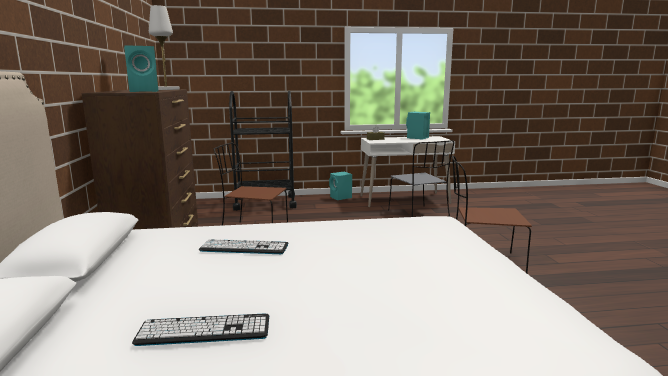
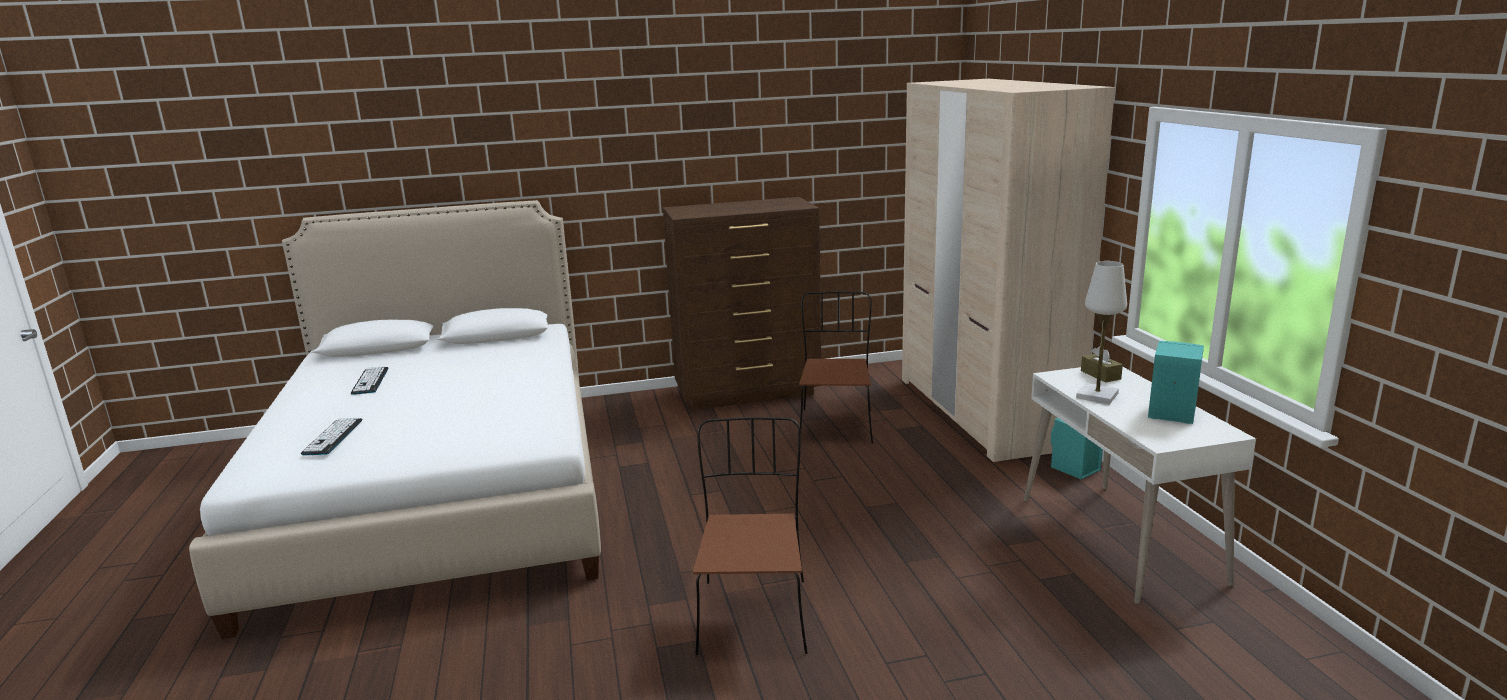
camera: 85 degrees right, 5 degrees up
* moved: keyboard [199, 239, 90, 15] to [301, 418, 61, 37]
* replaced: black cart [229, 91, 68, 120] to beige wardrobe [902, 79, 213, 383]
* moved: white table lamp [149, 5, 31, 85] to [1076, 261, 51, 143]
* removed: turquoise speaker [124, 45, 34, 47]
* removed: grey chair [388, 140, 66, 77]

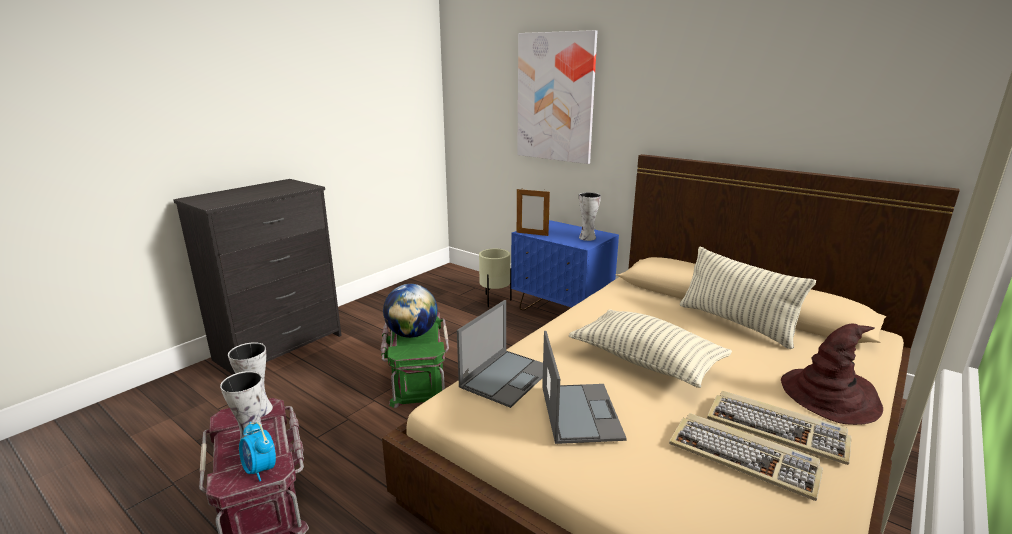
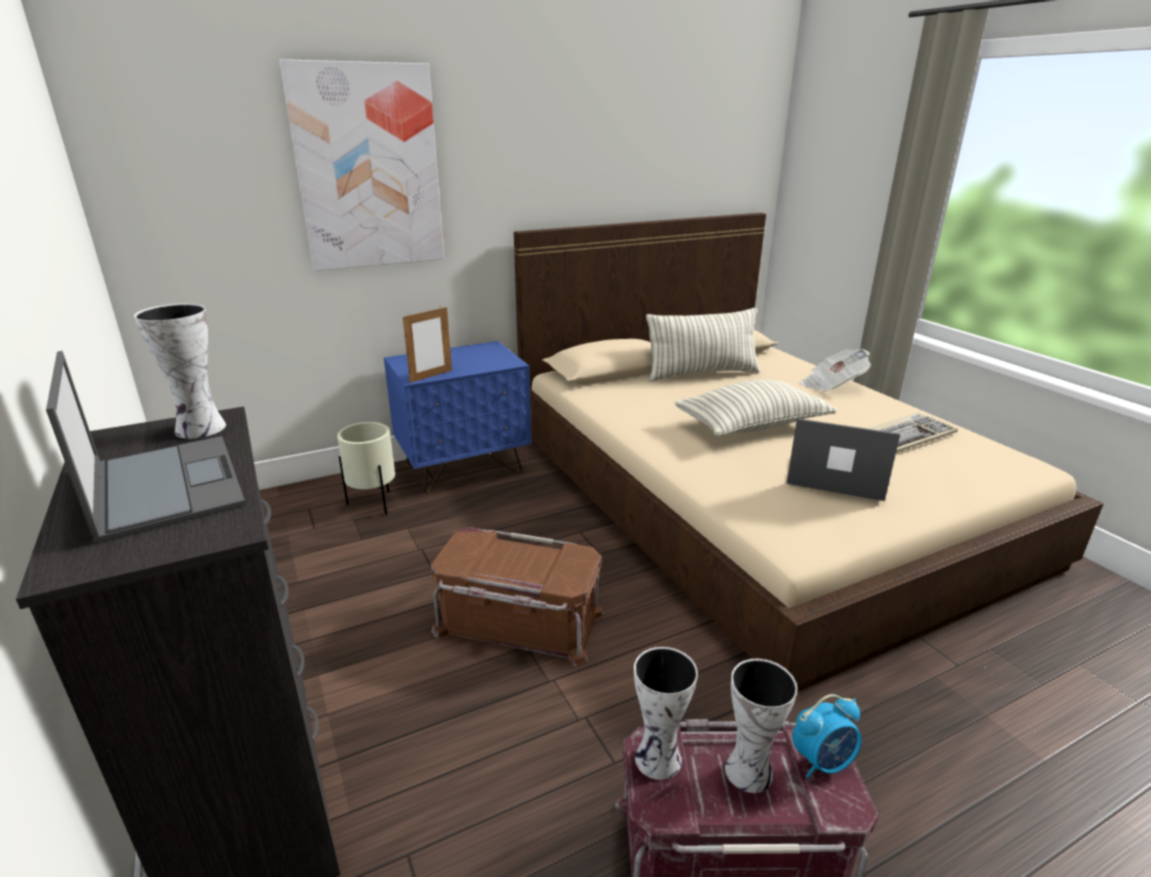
camera: 65 degrees left, 5 degrees up
* moved: laptop [457, 300, 86, 108] to [46, 351, 200, 192]
* moved: vase [579, 192, 22, 49] to [134, 303, 92, 136]
* recoloured: green storage box [381, 312, 68, 96] to brown storage box [431, 527, 173, 139]
* replaced: brown hat [781, 323, 102, 102] to newspaper [800, 349, 71, 43]
* removed: globe [383, 284, 55, 54]
* removed: keyboard [707, 391, 144, 74]

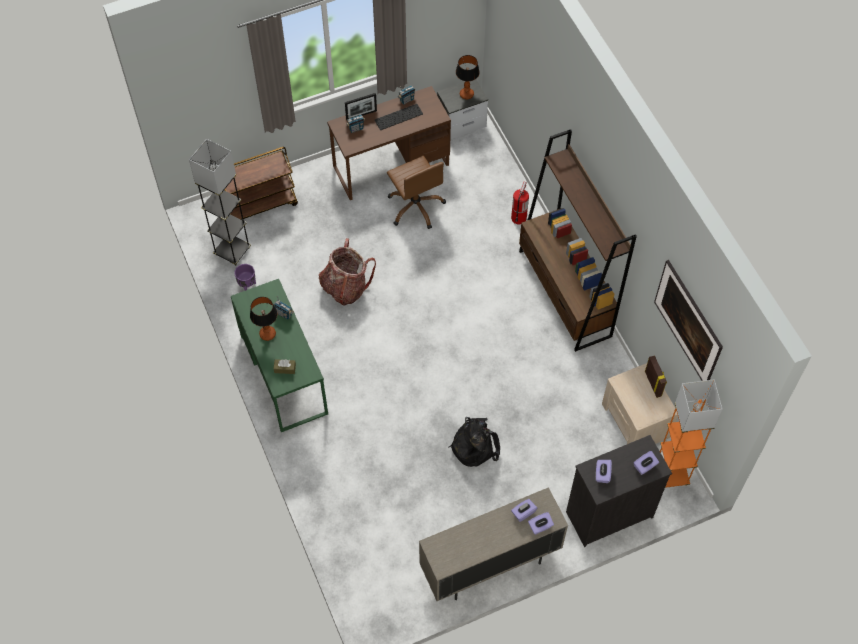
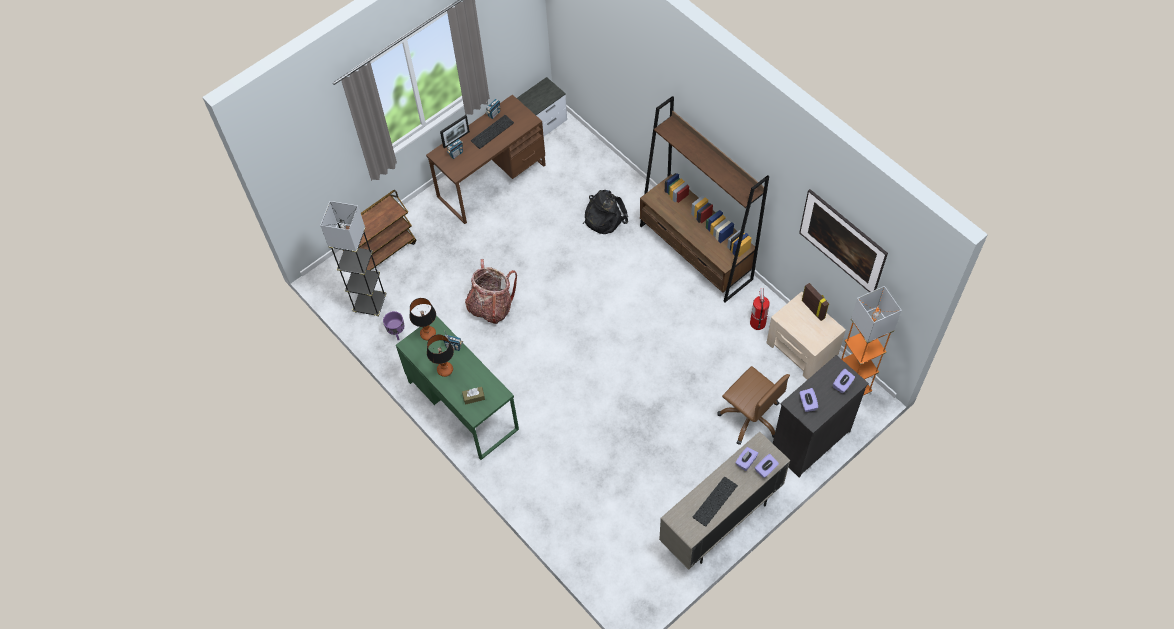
camera: 15 degrees left, 0 degrees up
* moved: table lamp [456, 55, 24, 44] to [409, 298, 27, 42]
* moved: black backpack [448, 417, 52, 50] to [583, 190, 45, 44]
* added: keyboard [693, 477, 45, 50]
* moved: brown office chair [387, 156, 59, 73] to [717, 366, 73, 79]
* moved: fire extinguisher [511, 181, 18, 44] to [750, 289, 20, 41]

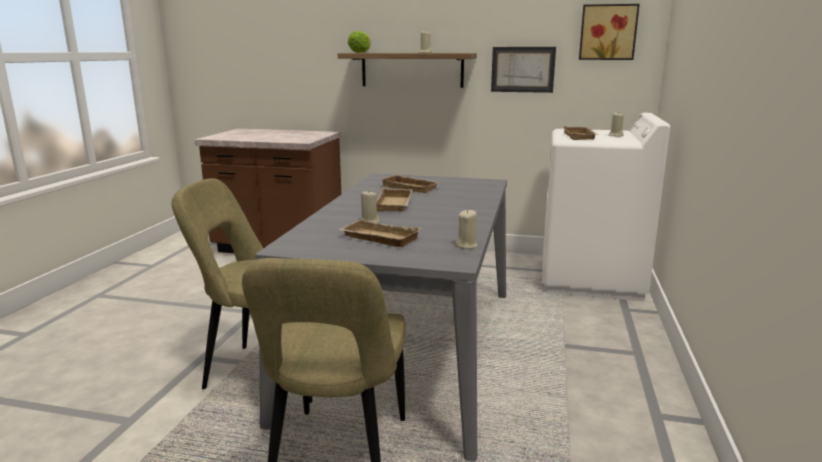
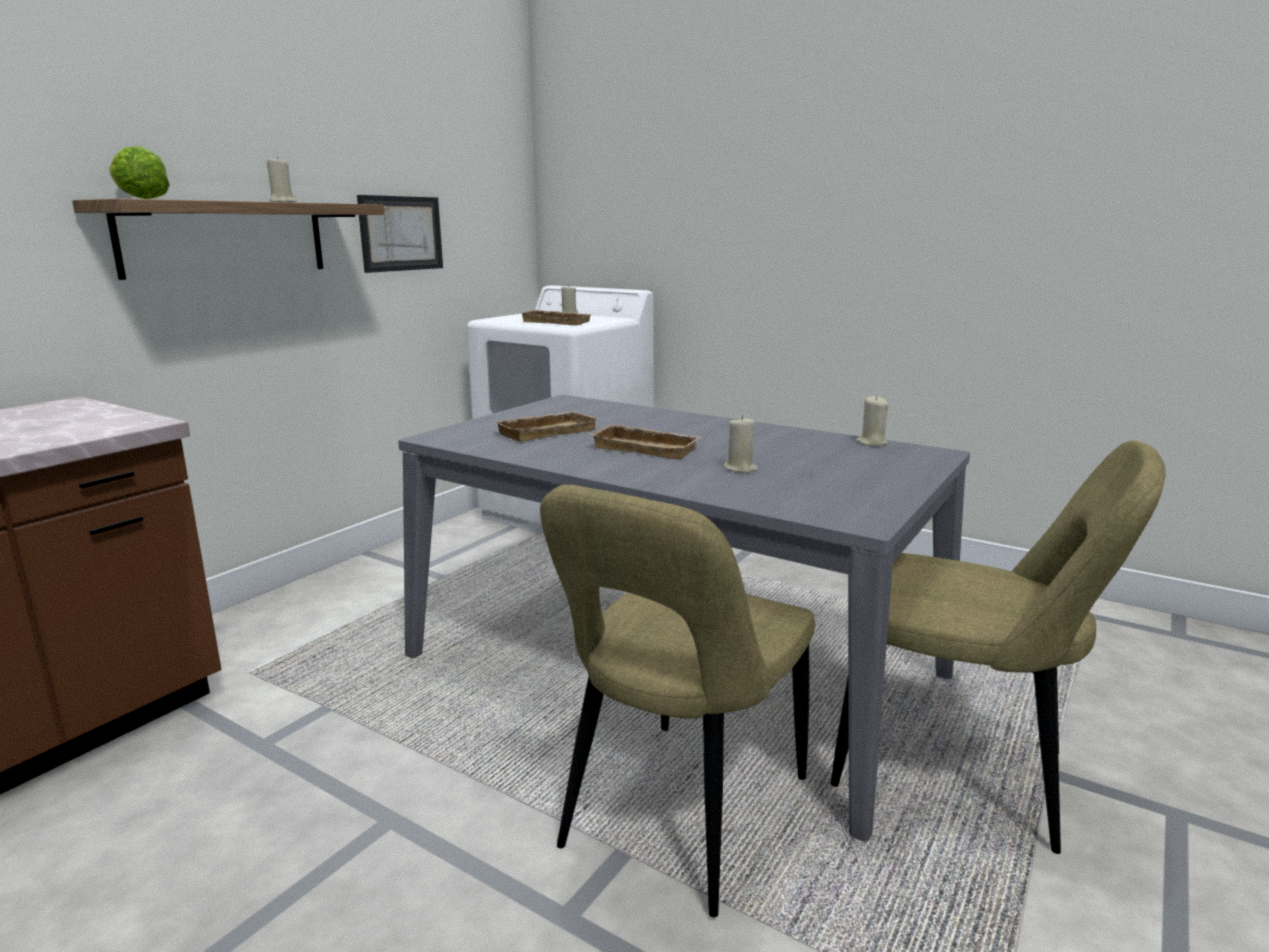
camera: 70 degrees left, 0 degrees up
* removed: beige tray [338, 219, 83, 28]
* removed: picture [579, 4, 61, 56]

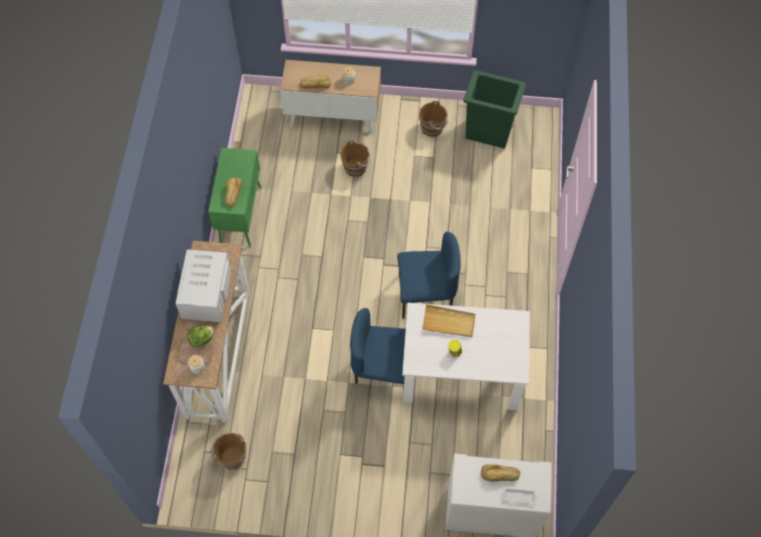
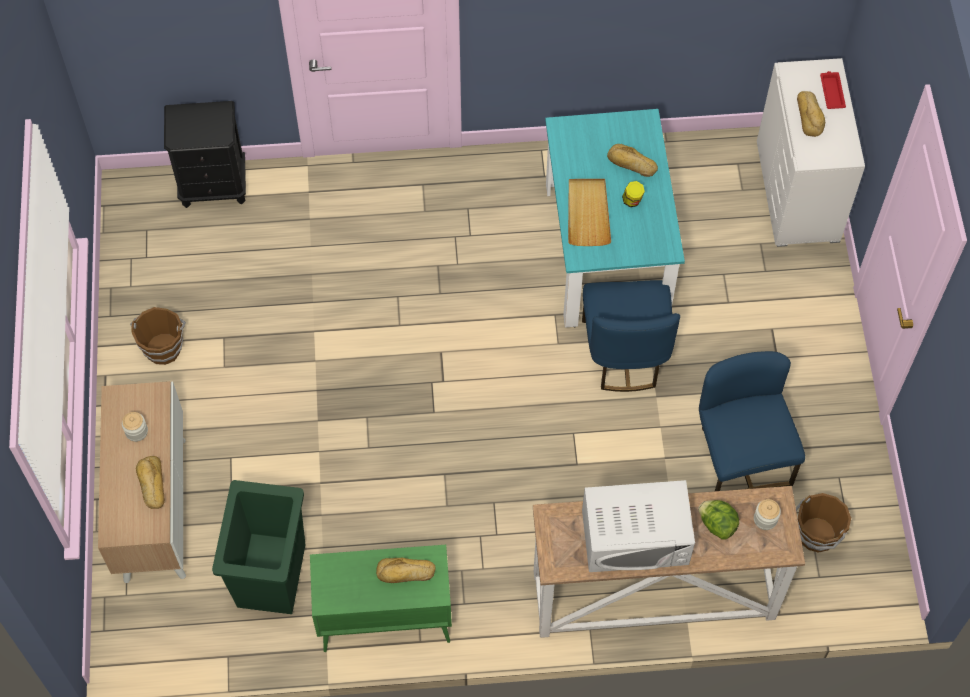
camera: 100 degrees left, 0 degrees up
* added: black nightstand [164, 101, 82, 107]
* moved: green trash can [463, 70, 63, 79] to [212, 480, 93, 134]
* recoloured: white dining table [402, 303, 128, 107] to turquoise dining table [545, 109, 140, 219]
* added: bread [607, 144, 51, 33]
* moved: blue chair [397, 232, 64, 87] to [699, 351, 106, 140]
* recoloured: white tray [503, 487, 35, 17] to red tray [820, 71, 26, 38]
* removed: brown bucket [340, 140, 30, 36]

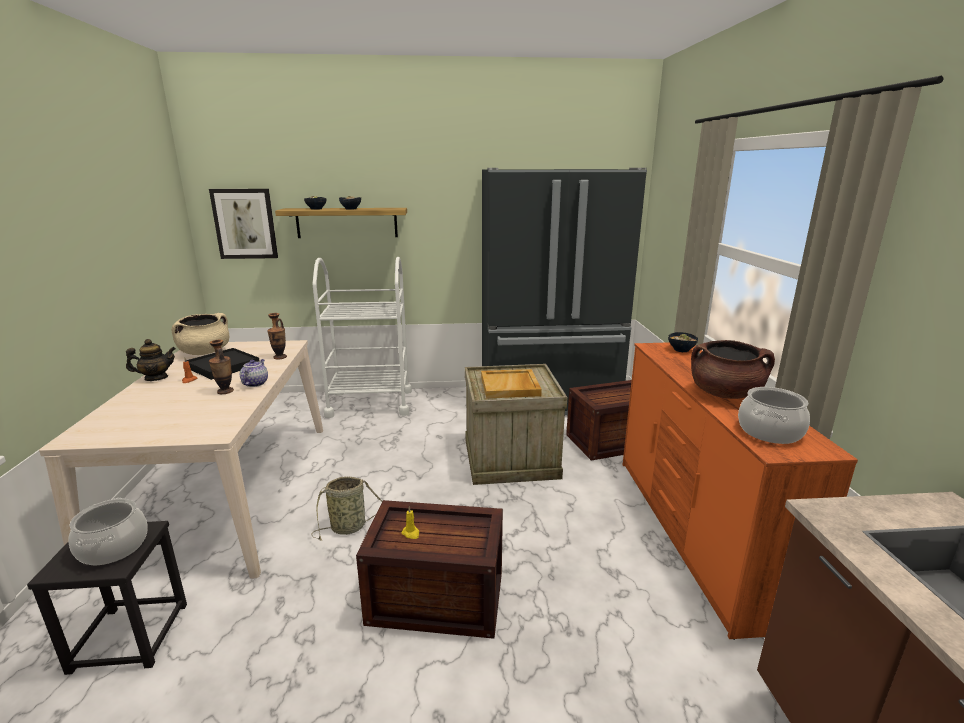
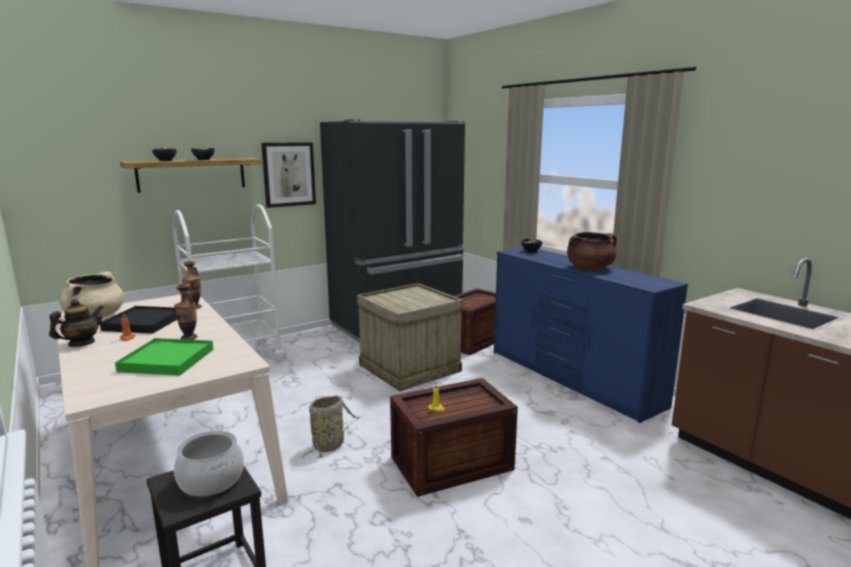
camera: 30 degrees left, 5 degrees down
* added: green tray [115, 338, 98, 38]
* moved: picture [209, 189, 69, 70] to [261, 142, 55, 66]
* recoloured: orange dresser [623, 342, 235, 298] to blue dresser [494, 248, 194, 175]
* removed: teapot [240, 359, 28, 28]
* removed: beige tray [481, 369, 61, 29]
* removed: cooking pot [738, 387, 72, 57]

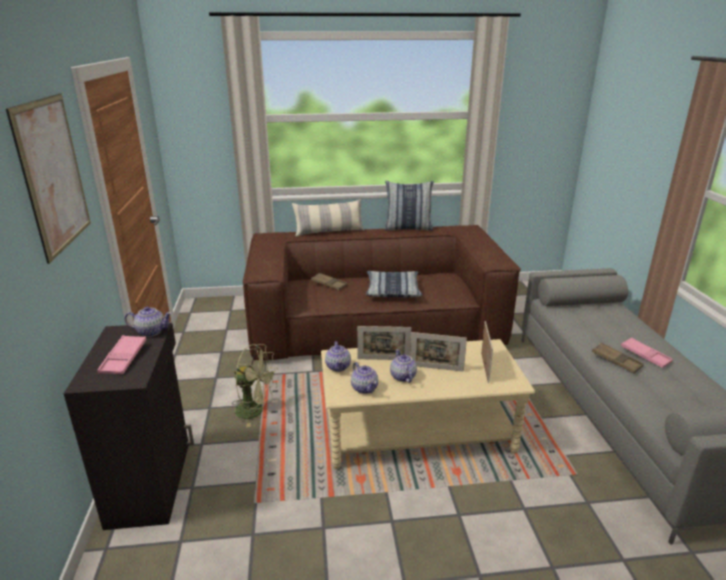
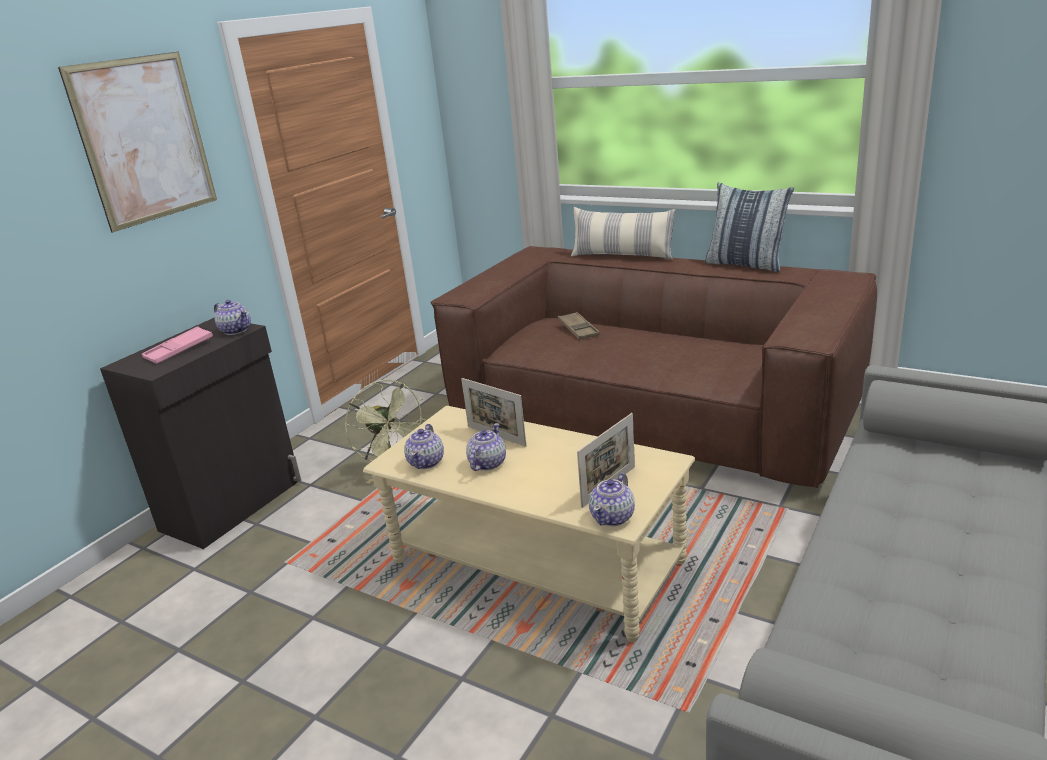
camera: 40 degrees right, 0 degrees up
* moved: teapot [325, 341, 26, 31] to [589, 473, 46, 53]
* removed: pillow [366, 271, 56, 26]
* removed: picture frame [410, 332, 57, 40]
* removed: brown tray [592, 343, 52, 30]
* removed: pink tray [621, 338, 52, 30]

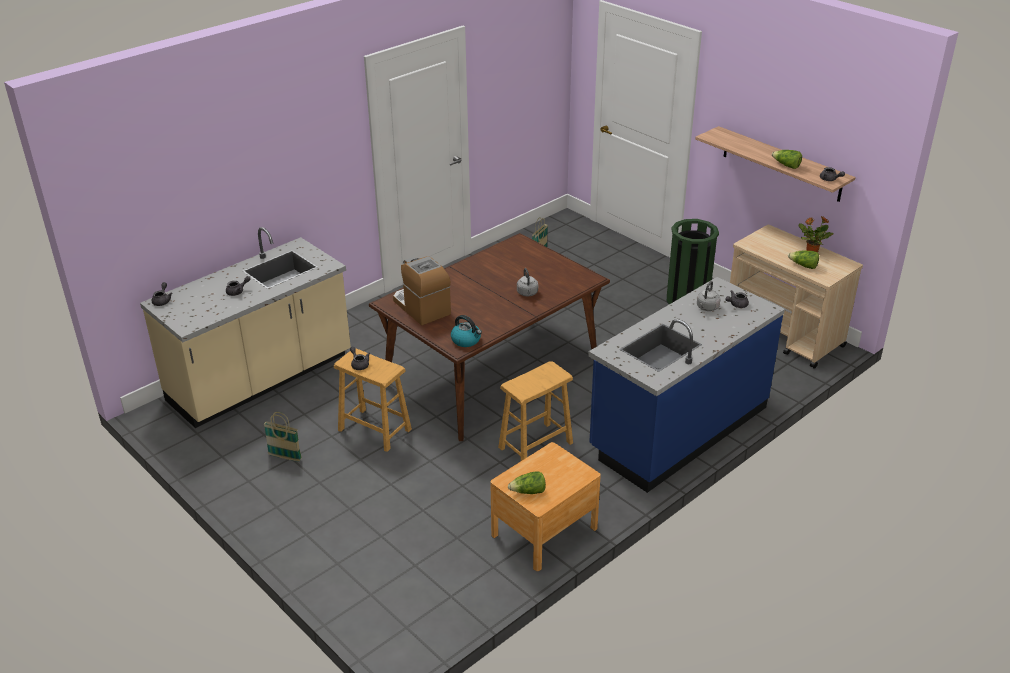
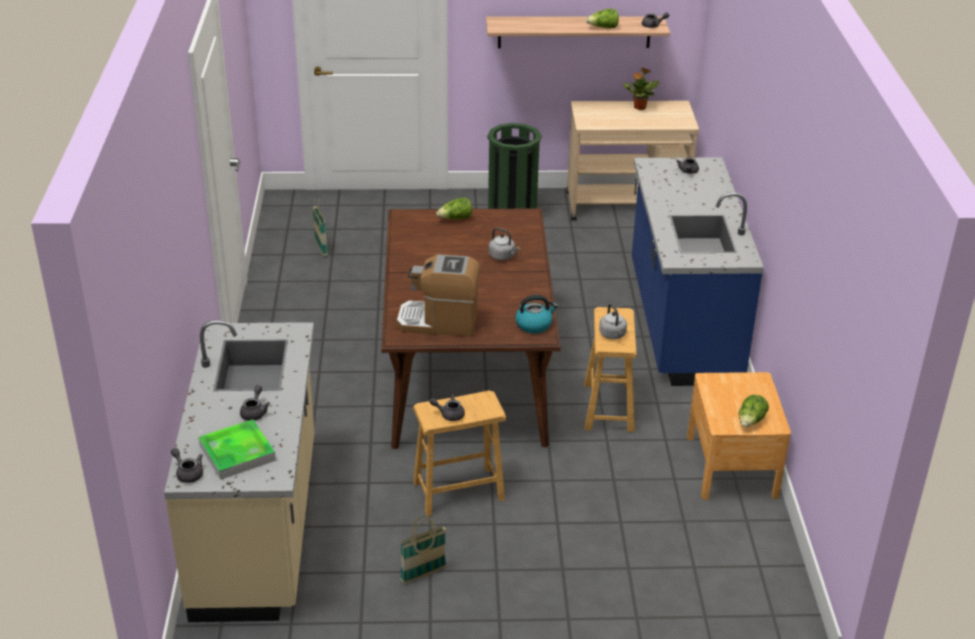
camera: 50 degrees left, 0 degrees up
* added: tray [198, 419, 78, 61]
* moved: lettuce [788, 251, 31, 18] to [436, 197, 36, 22]
* moved: grey kettle [697, 281, 24, 30] to [599, 303, 28, 36]

